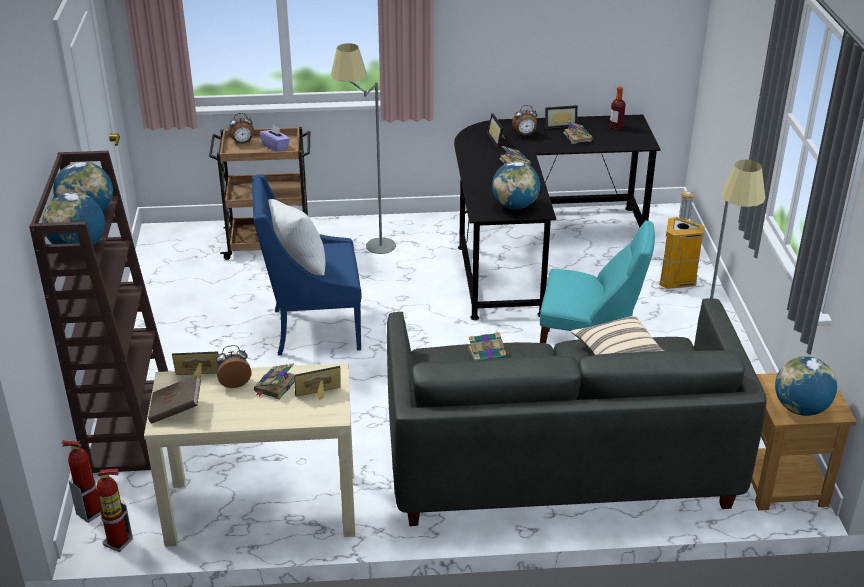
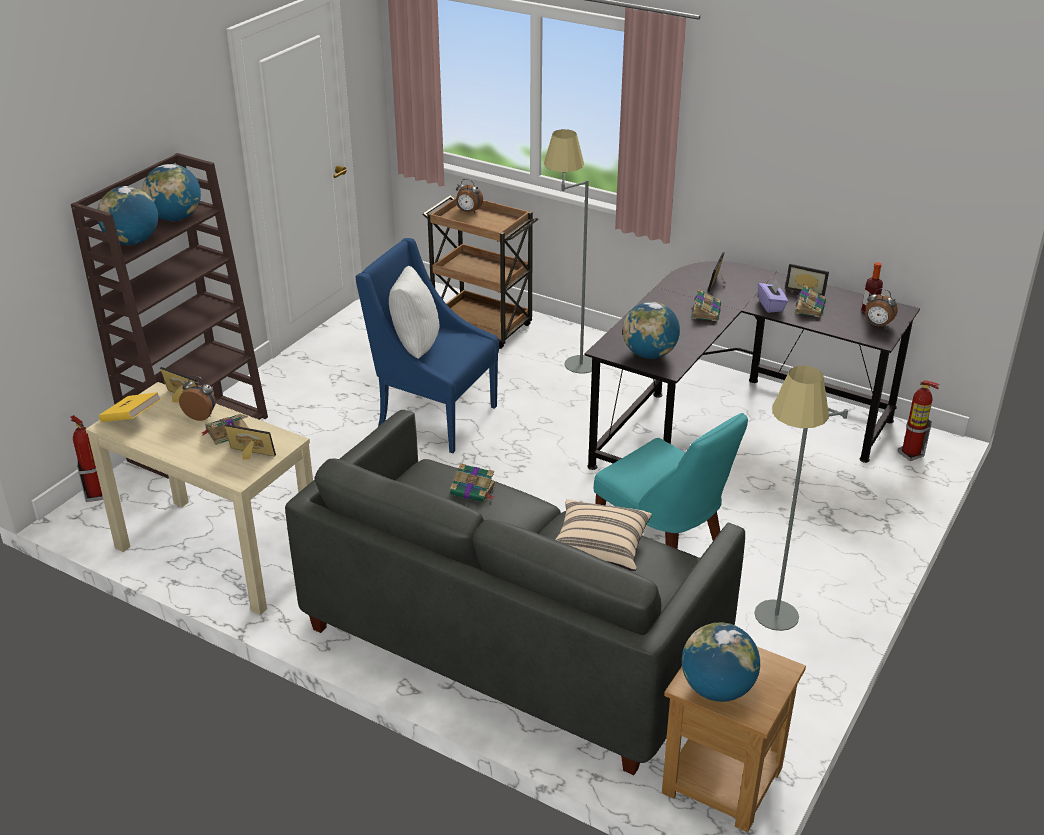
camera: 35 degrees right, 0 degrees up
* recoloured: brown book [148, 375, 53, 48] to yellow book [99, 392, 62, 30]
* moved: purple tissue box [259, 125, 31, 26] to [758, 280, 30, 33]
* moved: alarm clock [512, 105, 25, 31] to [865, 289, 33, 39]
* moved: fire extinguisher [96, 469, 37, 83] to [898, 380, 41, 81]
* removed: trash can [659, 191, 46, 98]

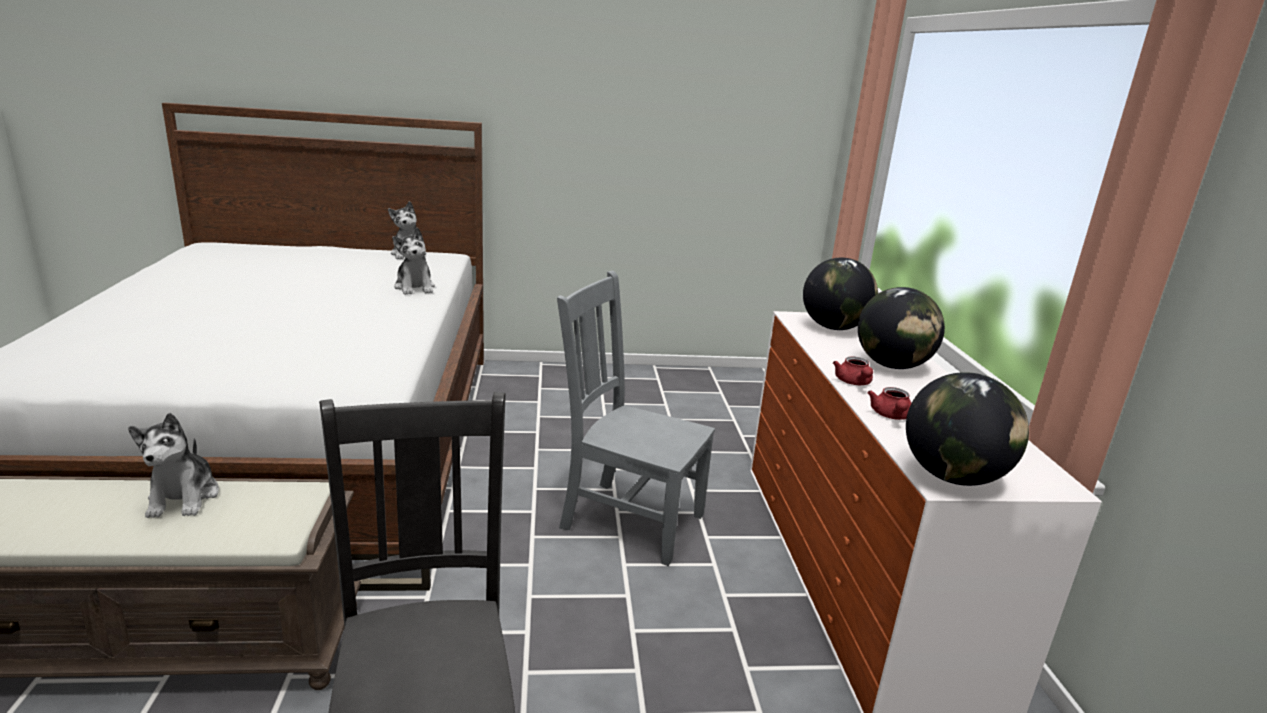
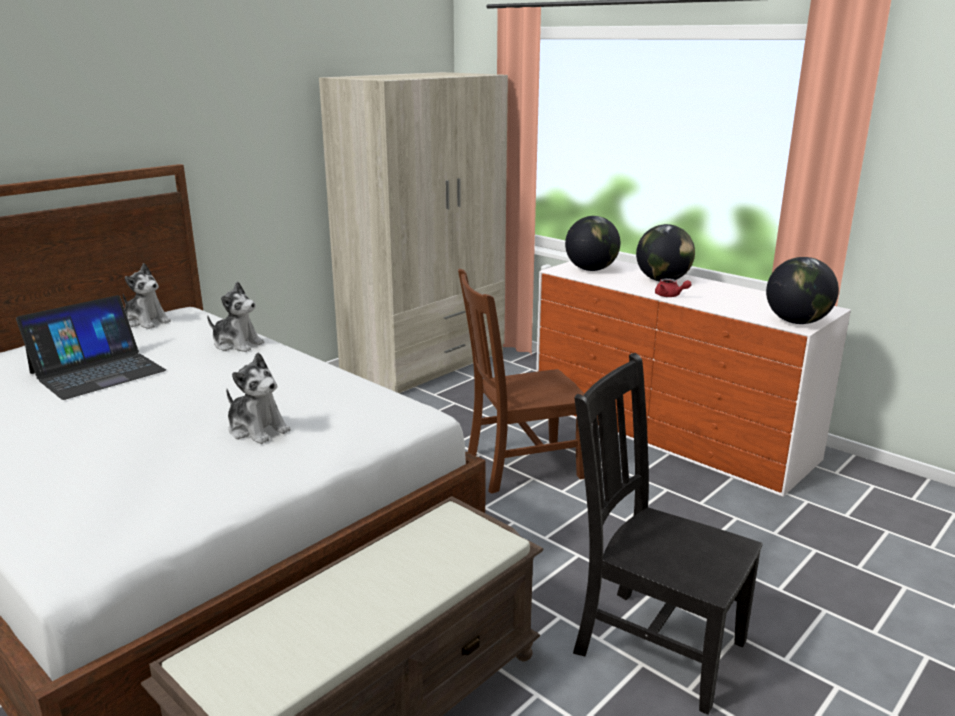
camera: 40 degrees left, 0 degrees up
* added: laptop [16, 295, 150, 105]
* moved: plush toy [128, 413, 91, 105] to [226, 352, 65, 92]
* added: beige wardrobe [319, 72, 189, 321]
* recoloured: grey chair [557, 271, 158, 295] to brown chair [458, 269, 127, 225]
* removed: red teapot [867, 387, 44, 33]

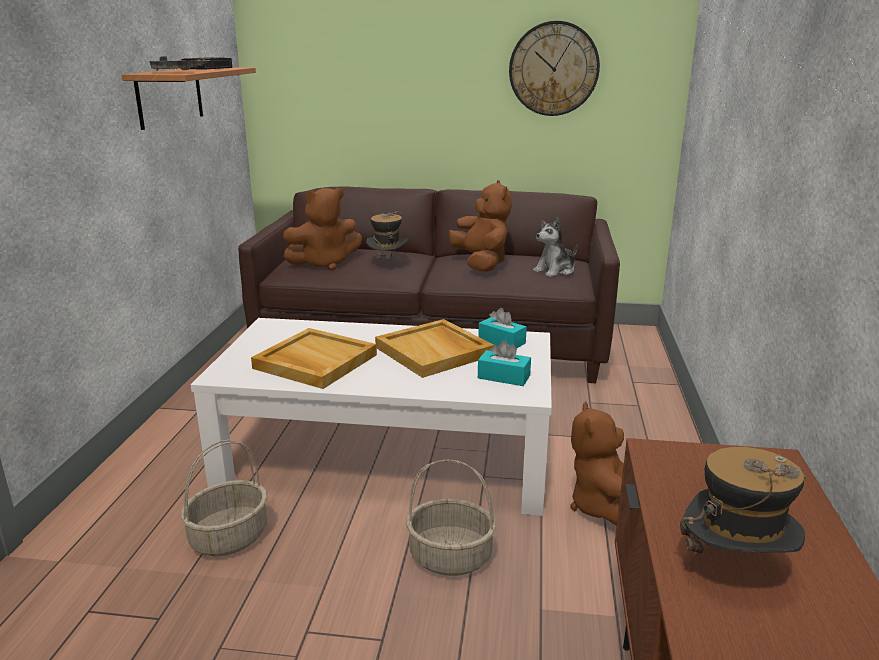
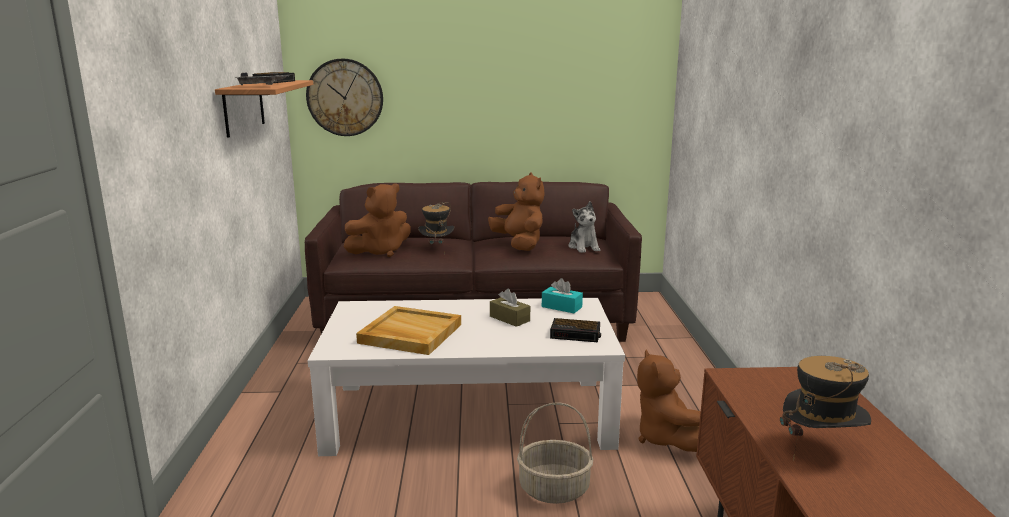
camera: 10 degrees left, 5 degrees down
* moved: wall clock [509, 21, 91, 95] to [306, 58, 77, 78]
* replaced: beige tray [375, 319, 119, 59] to brown tissue box [490, 289, 40, 38]
* replaced: turquoise tissue box [478, 340, 53, 46] to alarm clock [550, 318, 51, 24]
* turned: plush toy [533, 217, 45, 60] = [568, 201, 32, 52] 60 degrees counterclockwise
* removed: basket [181, 440, 86, 116]

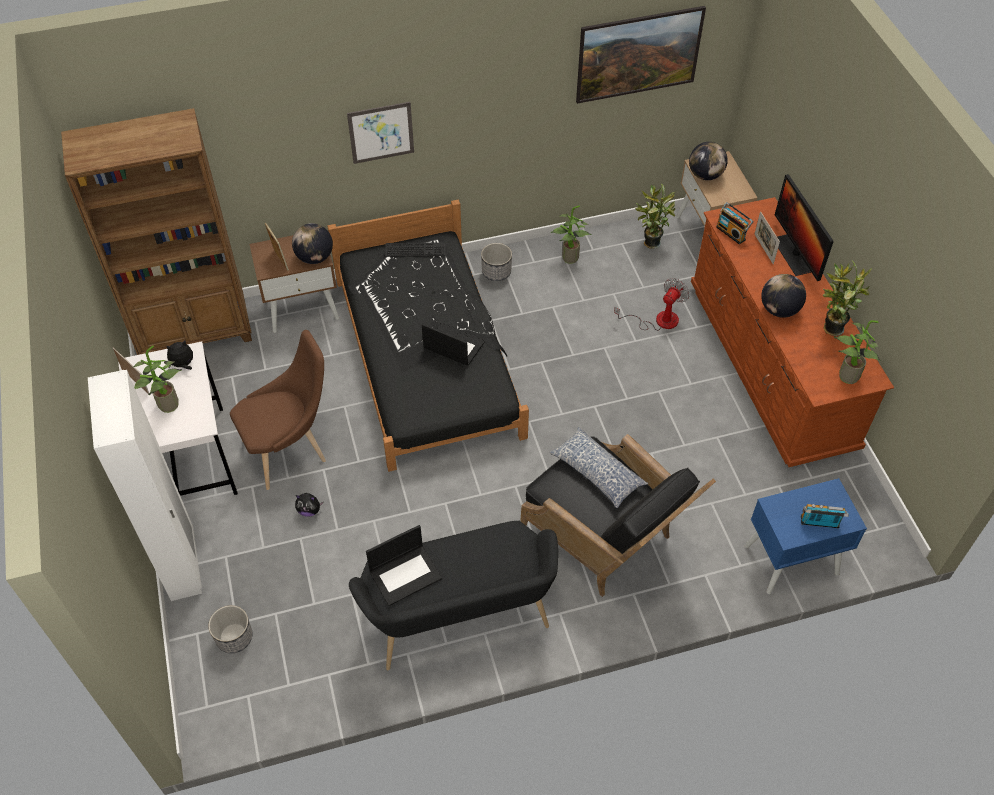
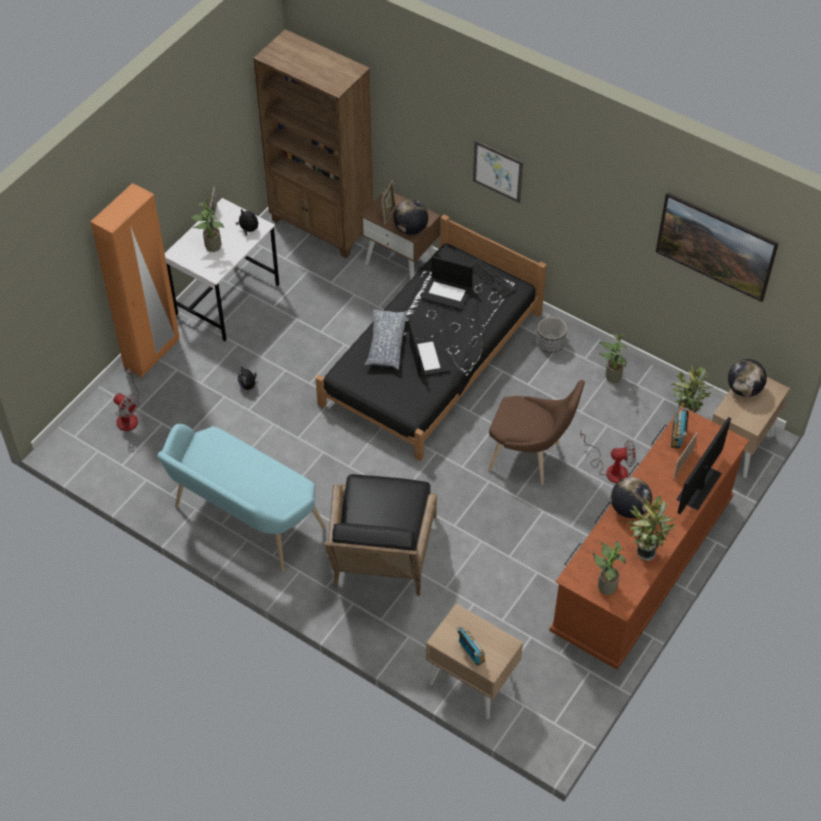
camera: 50 degrees right, 0 degrees up
* recoloured: white wardrobe [88, 370, 114, 231] to orange wardrobe [91, 183, 88, 195]
* replaced: planter [208, 605, 45, 48] to fan [113, 368, 26, 63]
* recoloured: black bench [349, 521, 209, 149] to turquoise bench [157, 424, 169, 147]
* moved: pillow [549, 427, 99, 81] to [364, 309, 43, 61]
* moved: laptop [366, 525, 76, 81] to [421, 256, 52, 54]
* recoloured: blue nightstand [745, 478, 122, 116] to beige nightstand [426, 604, 97, 116]
* moved: brown chair [230, 330, 96, 160] to [488, 380, 97, 105]

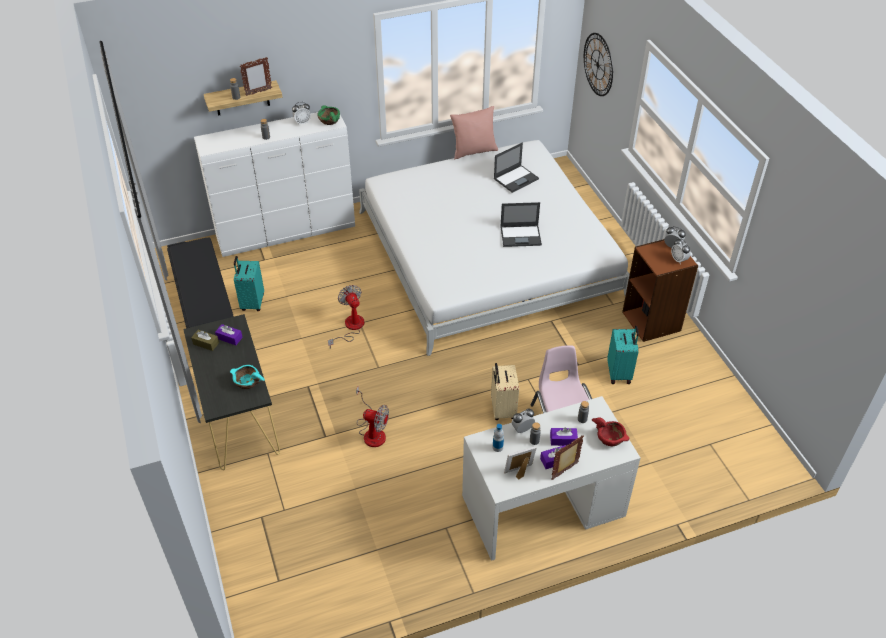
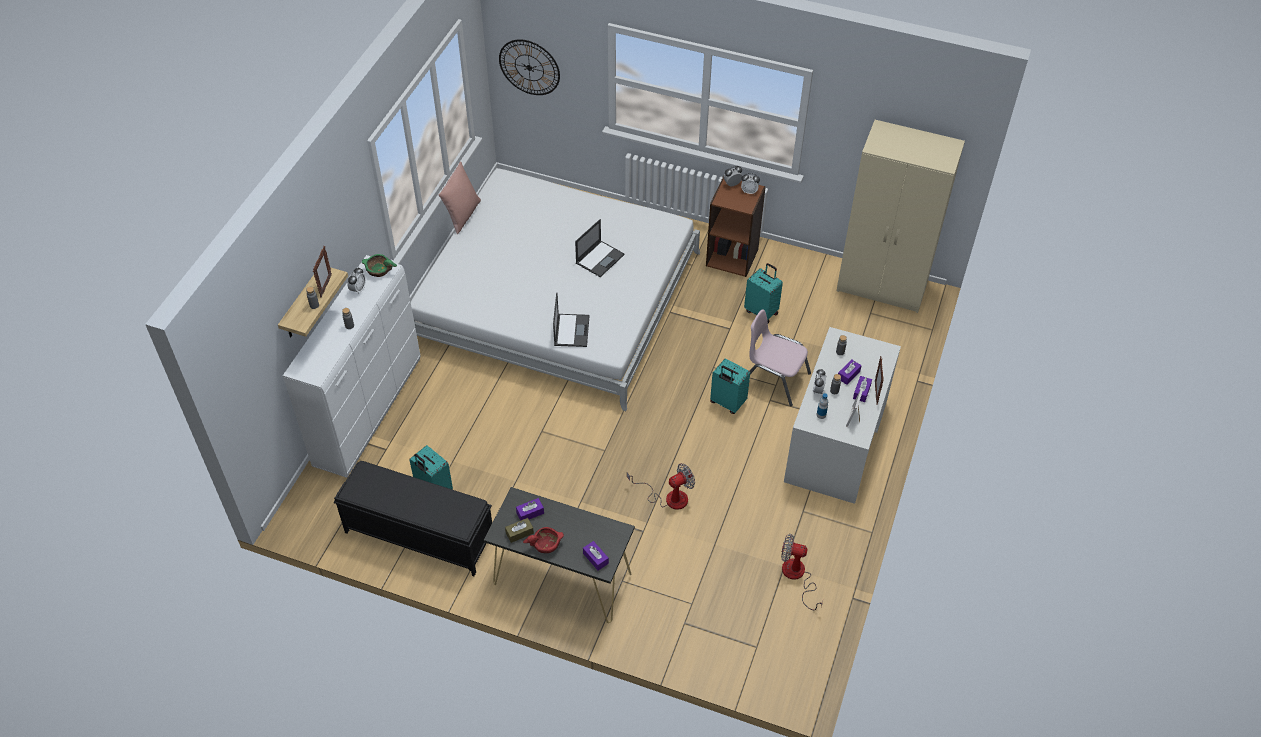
camera: 50 degrees left, 5 degrees up
* moved: red bowl [592, 418, 38, 28] to [523, 527, 41, 27]
* moved: laptop [494, 143, 45, 50] to [553, 293, 36, 54]
* added: purple tissue box [583, 541, 26, 30]
* recoloured: beige suitcase [491, 363, 28, 57] to turquoise suitcase [710, 358, 40, 56]
* moved: fan [328, 285, 37, 64] to [781, 534, 42, 76]
* added: beige wardrobe [837, 120, 128, 193]
* removed: turquoise bowl [230, 365, 35, 24]

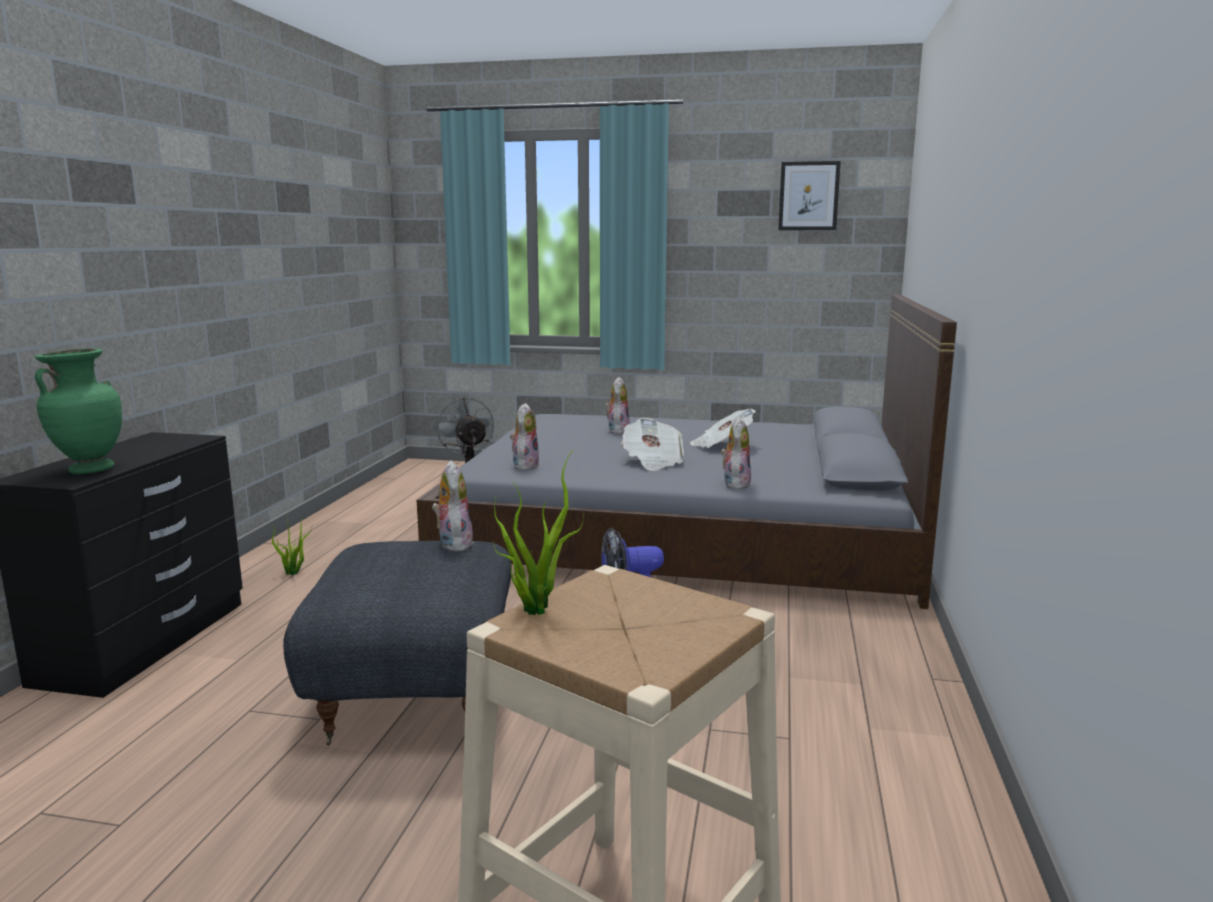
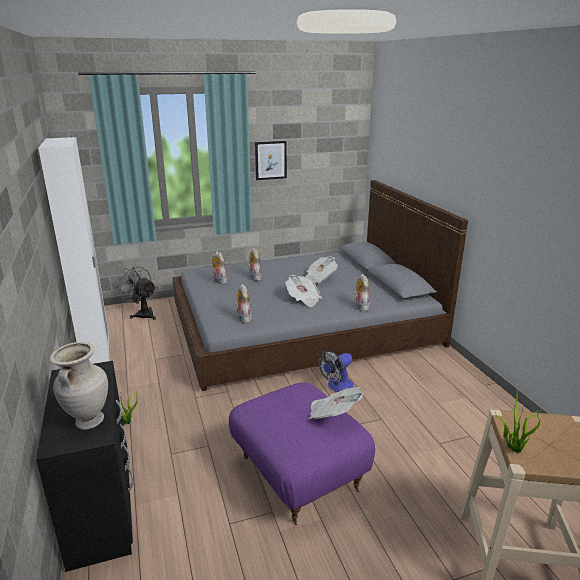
camera: 30 degrees left, 10 degrees up
* added: white wardrobe [38, 137, 71, 227]
* recoloured: green vase [35, 348, 87, 126] to beige vase [50, 342, 58, 88]
* moved: plush toy [432, 461, 42, 91] to [212, 251, 15, 33]
* recoloured: grey ottoman [283, 541, 229, 204] to purple ottoman [229, 382, 146, 143]
* moved: picture [778, 161, 63, 69] to [255, 141, 32, 39]
* added: newspaper [309, 387, 54, 32]

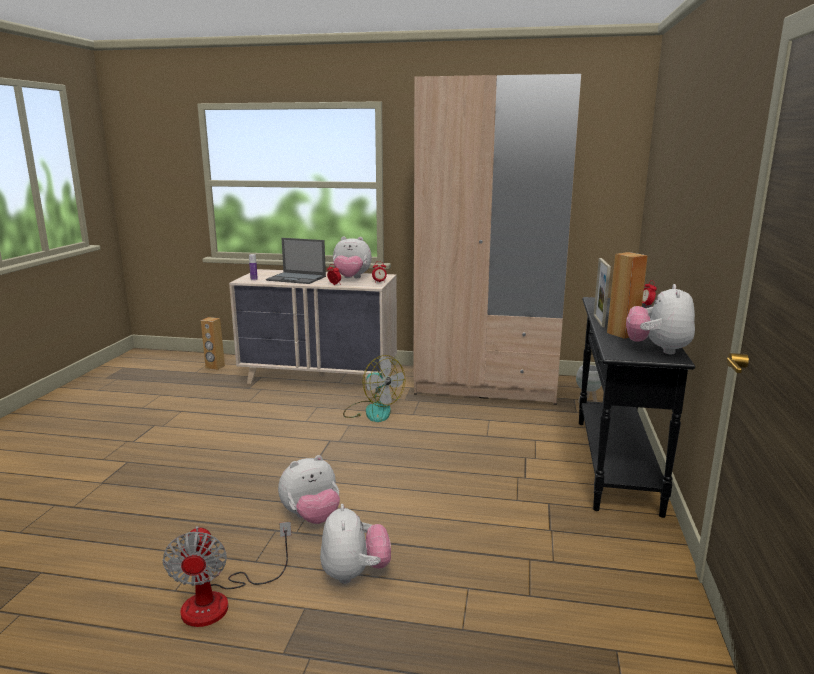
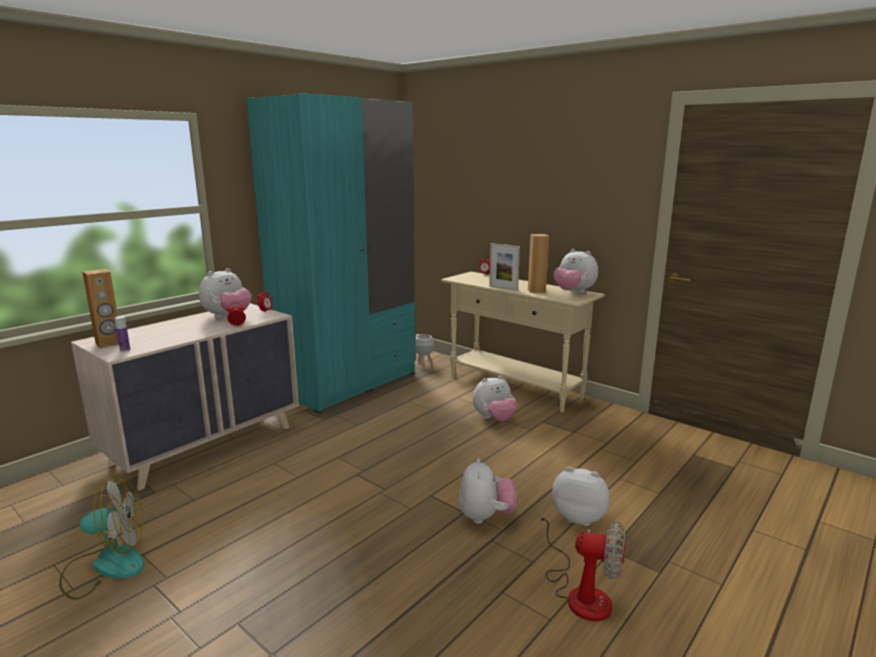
camera: 60 degrees left, 0 degrees up
* moved: fan [343, 355, 63, 67] to [59, 477, 85, 123]
* moved: brown speaker [201, 317, 24, 53] to [82, 269, 37, 79]
* recoloured: beige wardrobe [413, 74, 168, 331] to turquoise wardrobe [246, 93, 170, 320]
* recoloured: black console table [579, 297, 116, 221] to beige console table [441, 272, 164, 140]
* added: plush toy [473, 375, 44, 46]
* removed: laptop [266, 238, 60, 46]

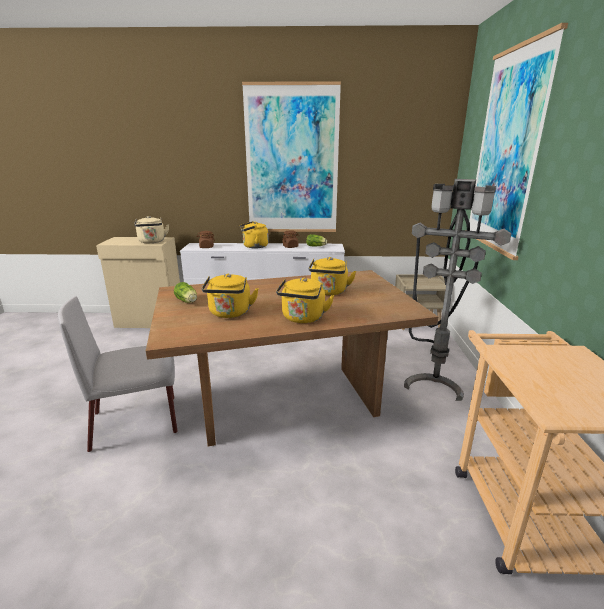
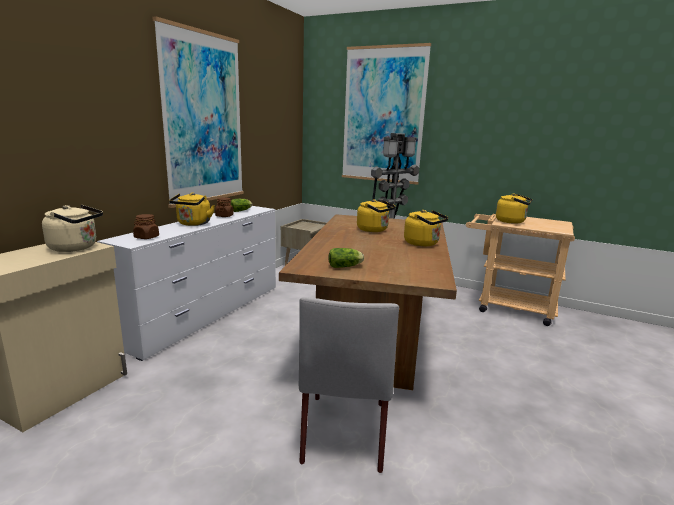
camera: 65 degrees left, 5 degrees down
* moved: yellow kettle [202, 274, 57, 44] to [496, 194, 36, 30]

